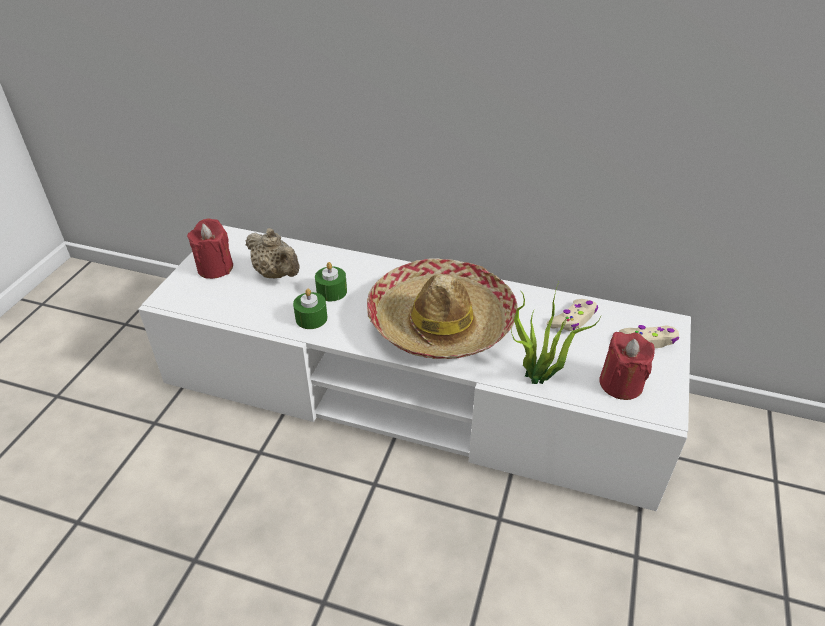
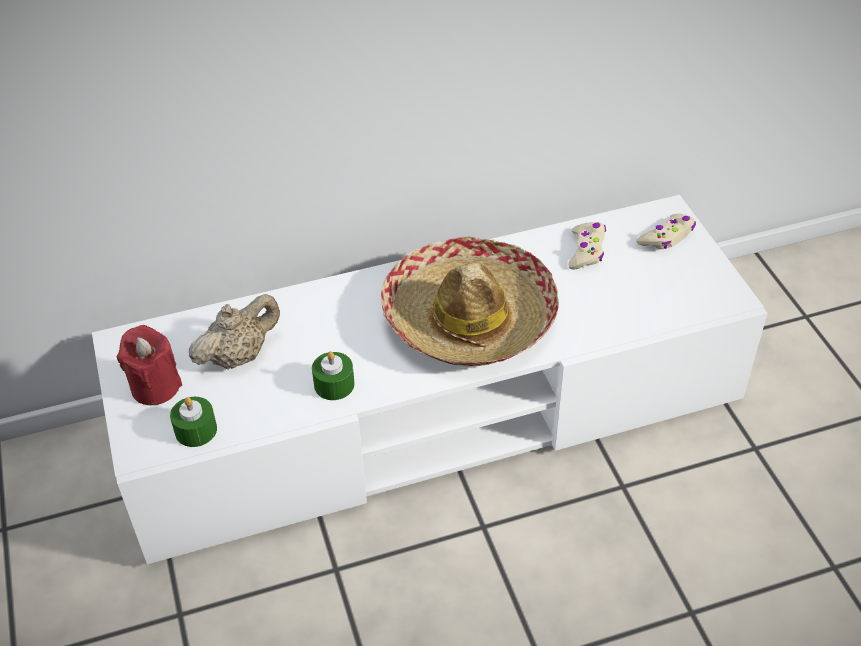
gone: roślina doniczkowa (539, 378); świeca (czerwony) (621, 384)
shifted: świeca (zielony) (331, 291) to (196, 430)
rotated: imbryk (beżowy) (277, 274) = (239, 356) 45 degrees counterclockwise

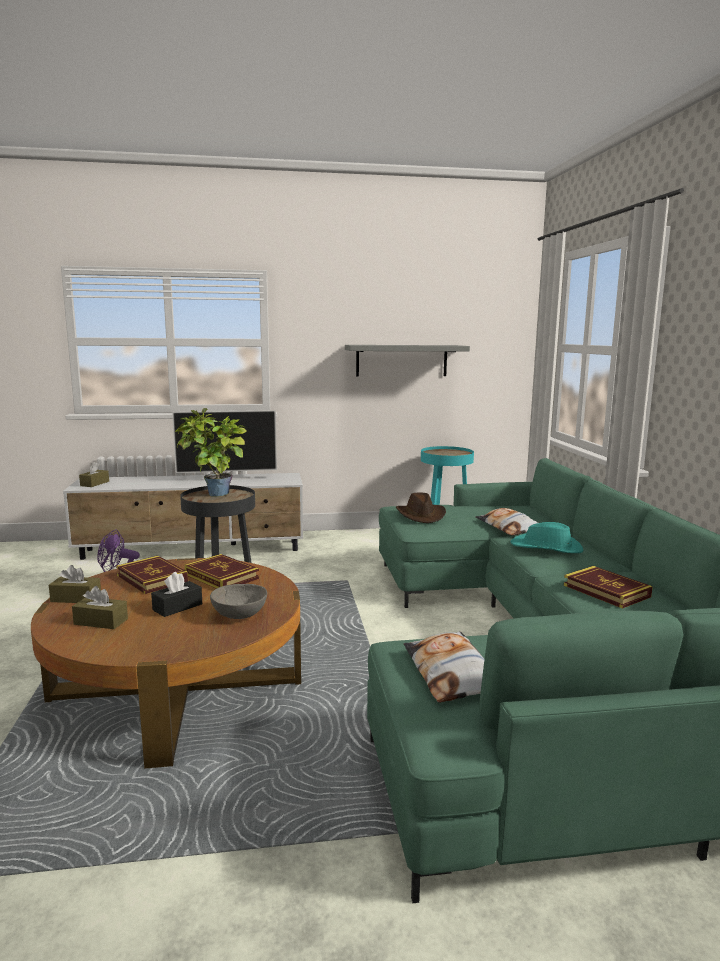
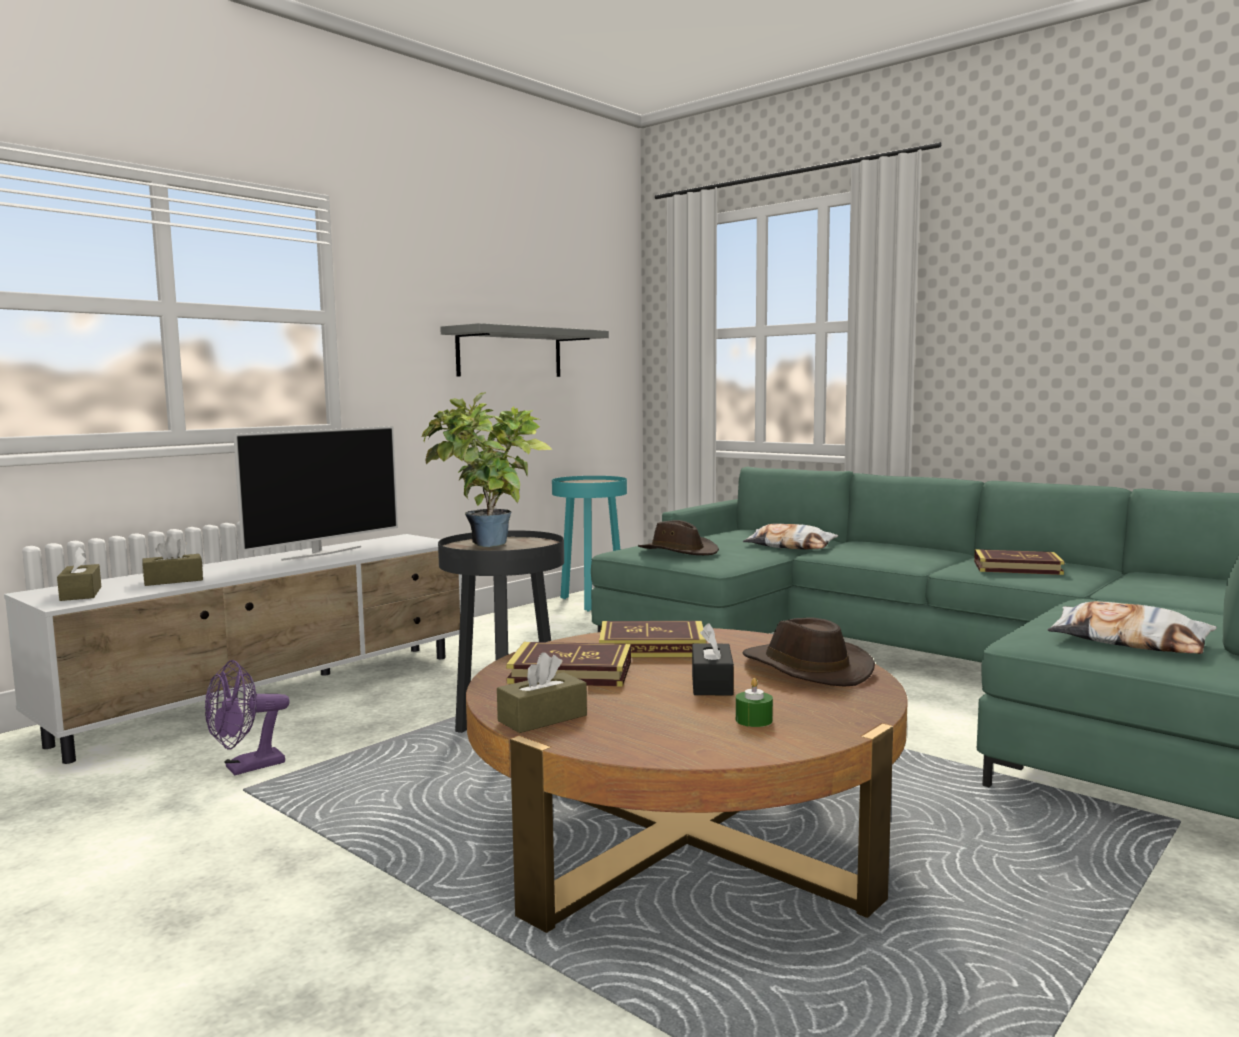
gone: kapelusz (turkusowy) (546, 547)
new: świeca (zielony) (753, 720)
shifted: pudełko chusteczek (brązowy) (101, 621) to (173, 580)
swapped: miska (szary) (238, 615) to kapelusz (brązowy) (804, 668)

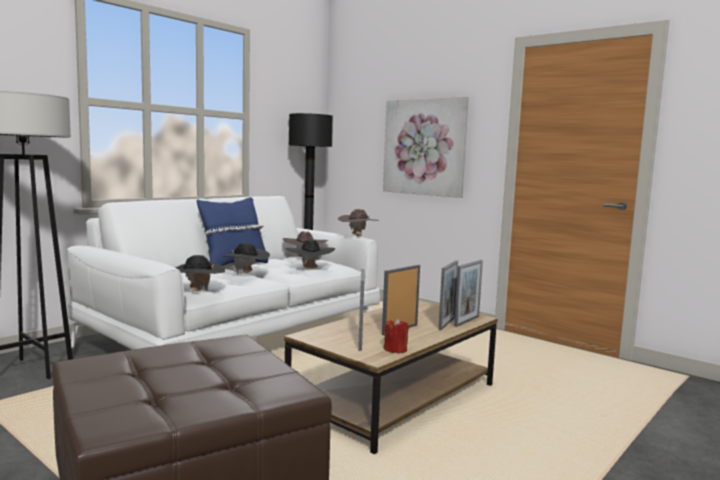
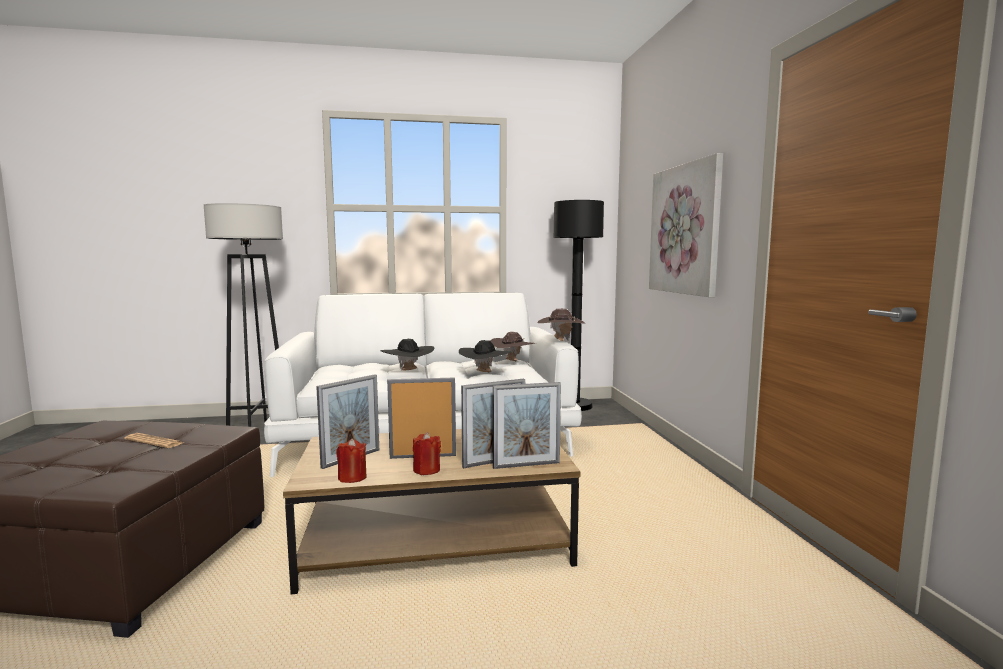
gone: kapelusz (czarny) (197, 291); poduszka (niebieski) (233, 265)
new: gazeta (154, 441); świeca (czerwony) (426, 470)

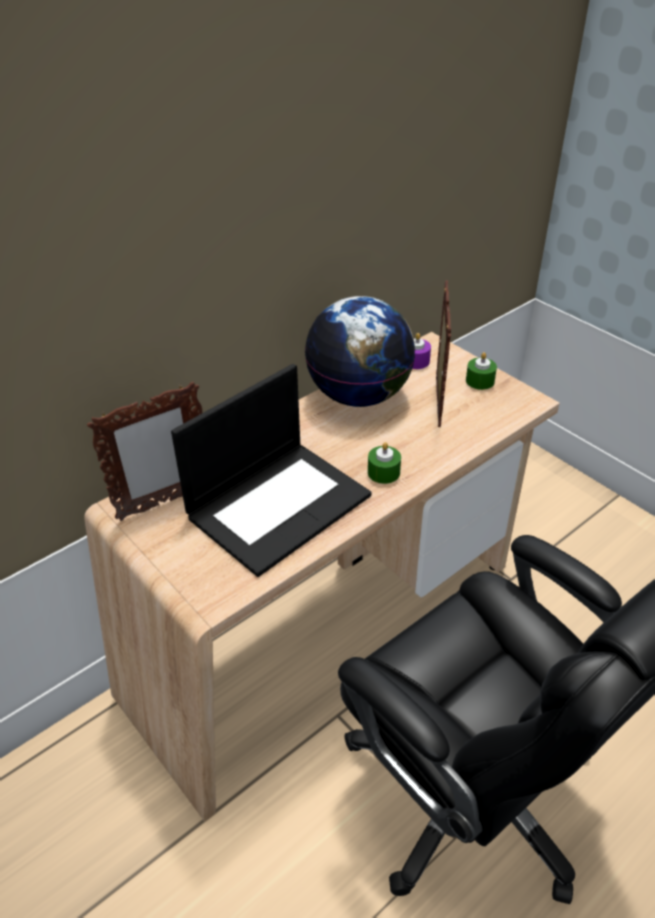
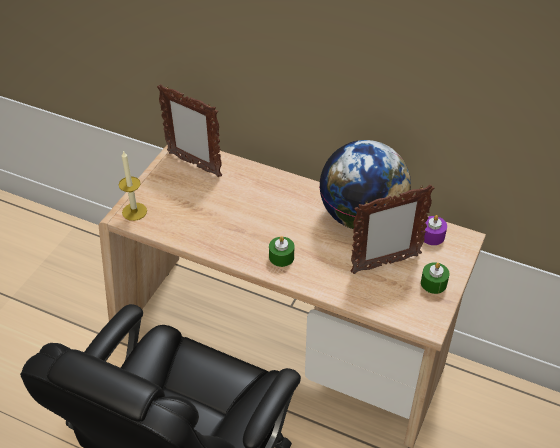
gone: laptop (279, 504)
new: świeca (134, 211)

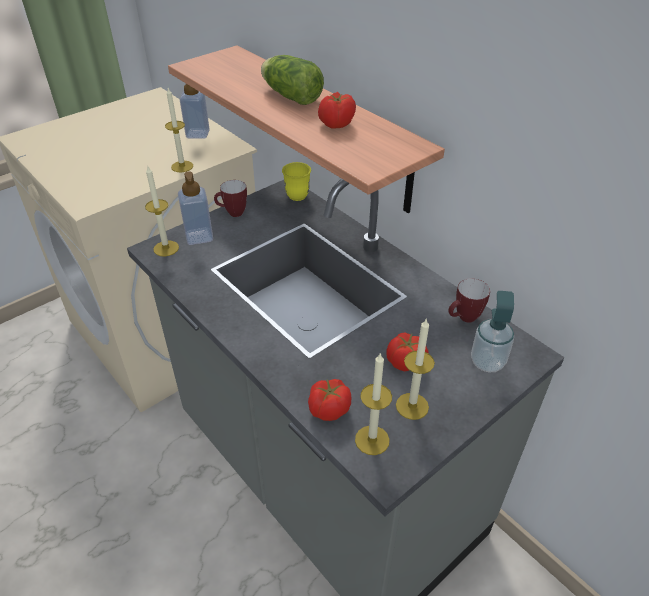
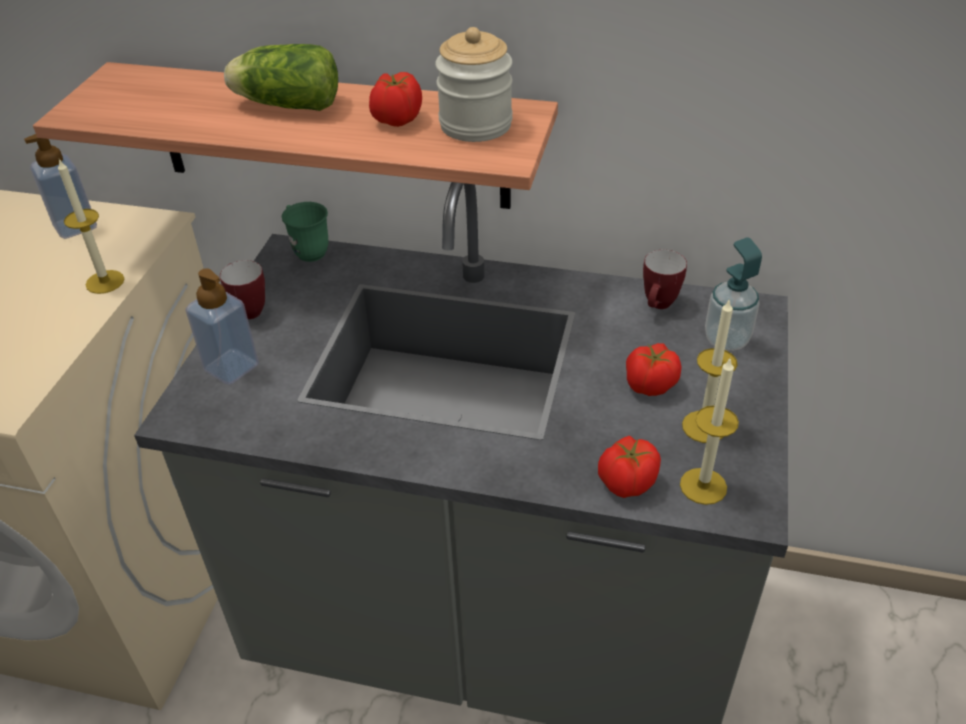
gone: świeca (166, 248)
new: słoik (475, 125)
repainted: kubek (żółty) (297, 193) to kubek (zielony) (307, 249)

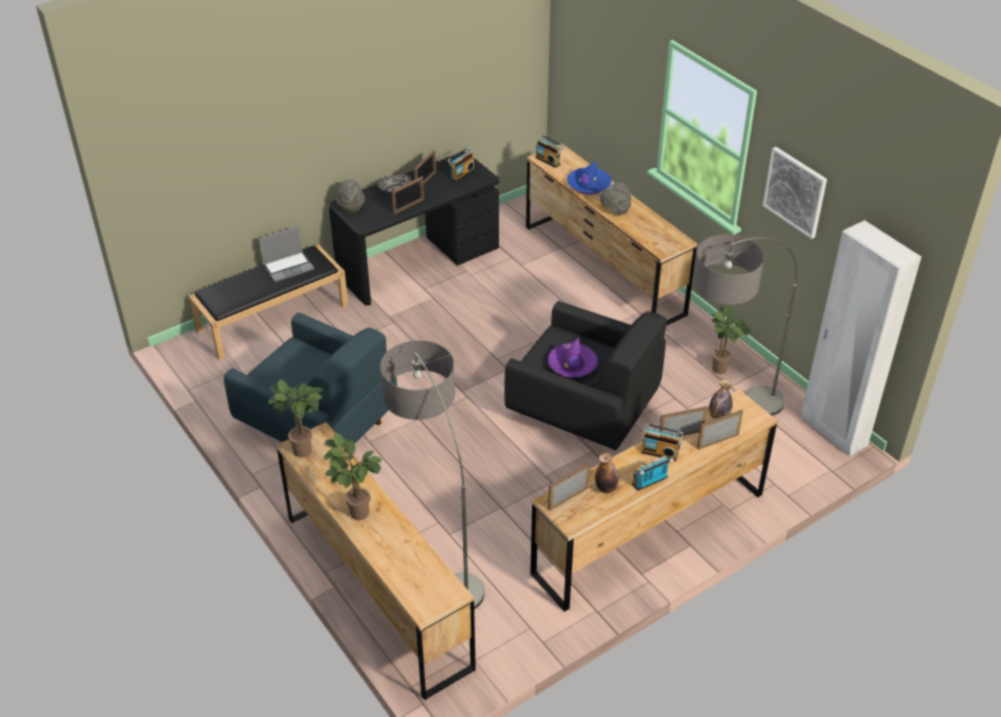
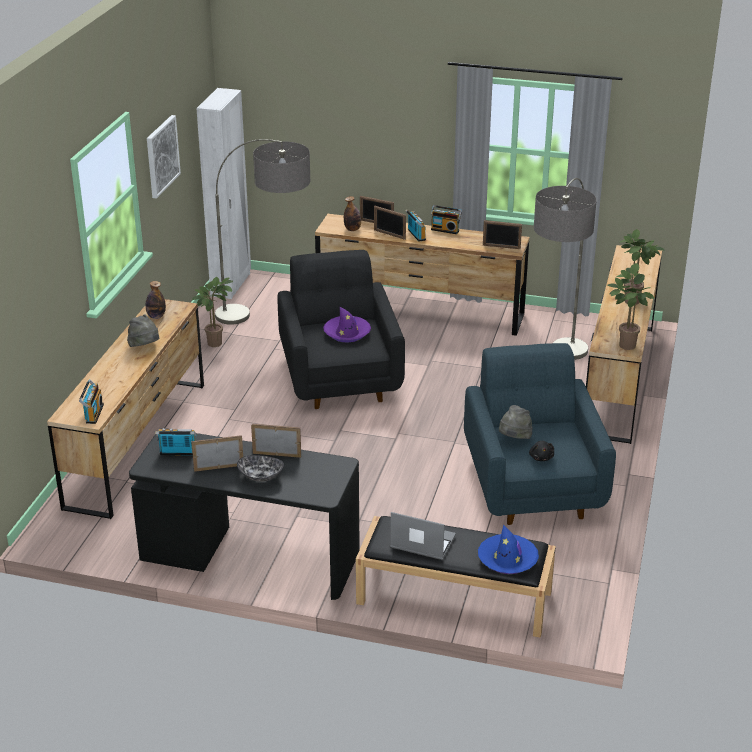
new: pluszak (czarny) (541, 457)
shifted: kapelusz (szary) (350, 206) to (514, 439); kapelusz (niebieski) (589, 185) to (507, 560); butelka (606, 488) to (156, 316)

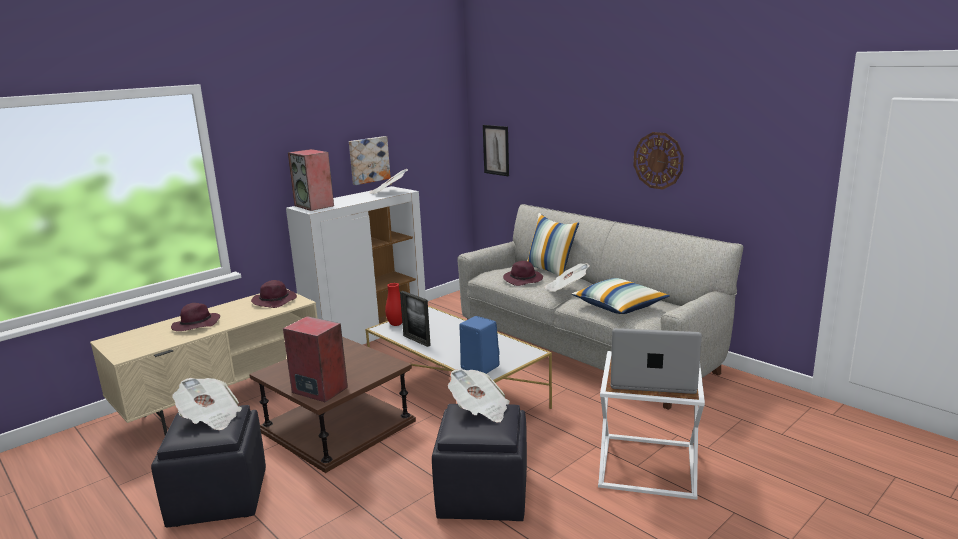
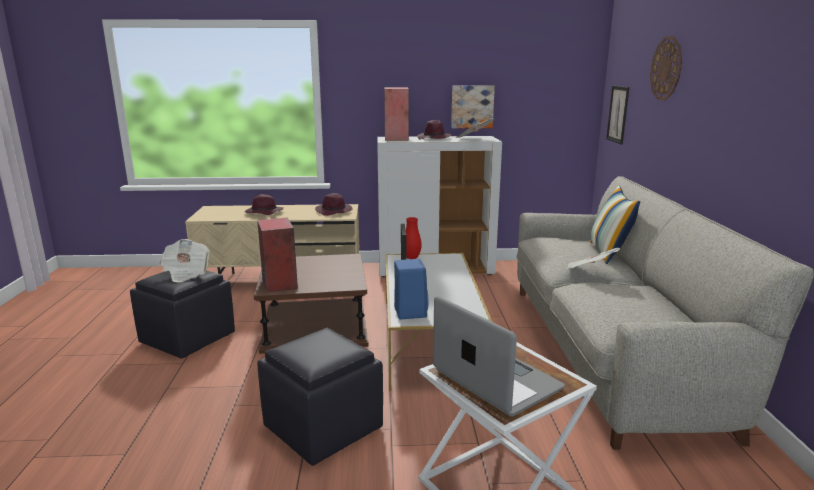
gone: gazeta (480, 409); poduszka (619, 306)
shifted: kapelusz (fioletowy) (523, 280) to (434, 138); zegar ścienny (658, 160) to (666, 68)

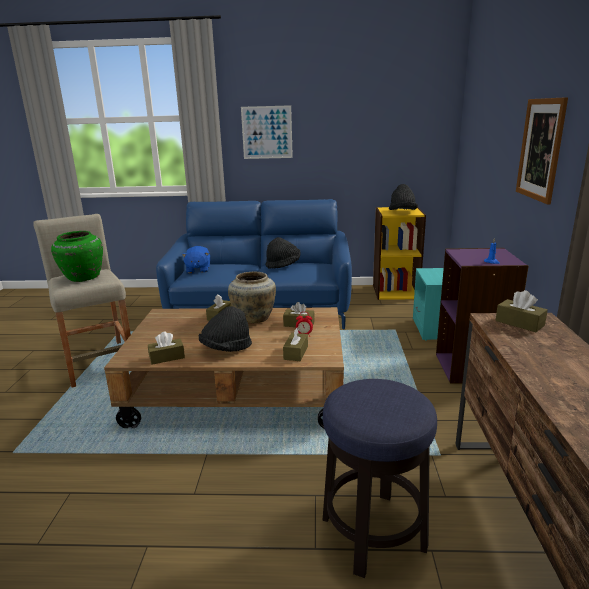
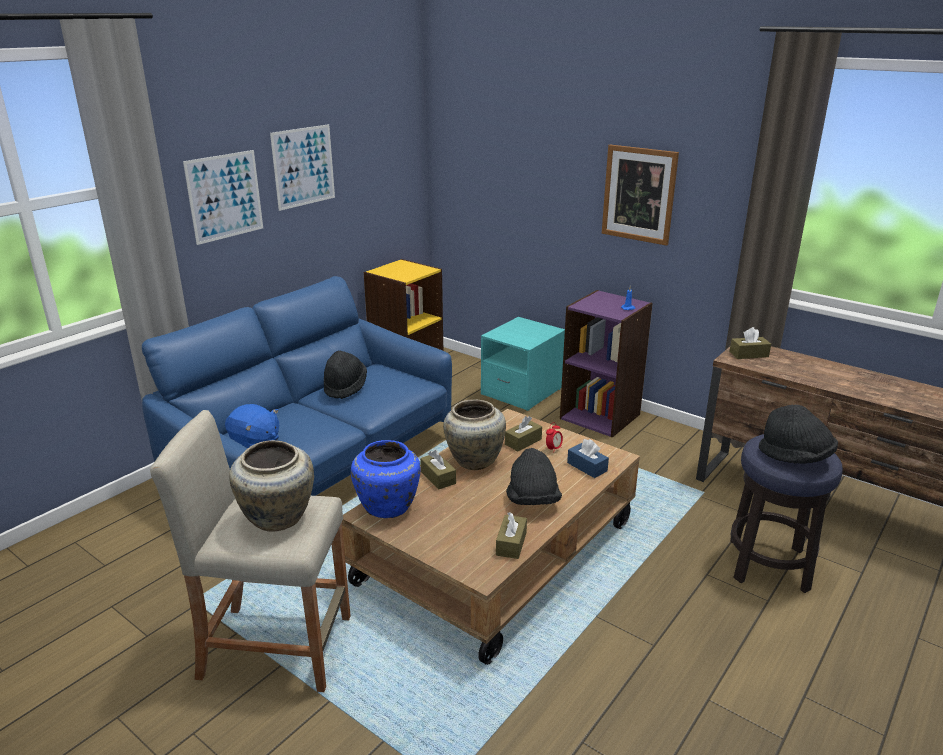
new: obraz (303, 166); wazon (niebieski) (388, 507)
shifted: kapelusz (czarny) (402, 212) to (795, 457)
repainted: wazon (zielony) (82, 278) to wazon (beżowy) (277, 519); pudełko chusteczek (brązowy) (296, 353) to pudełko chusteczek (niebieski) (587, 467)

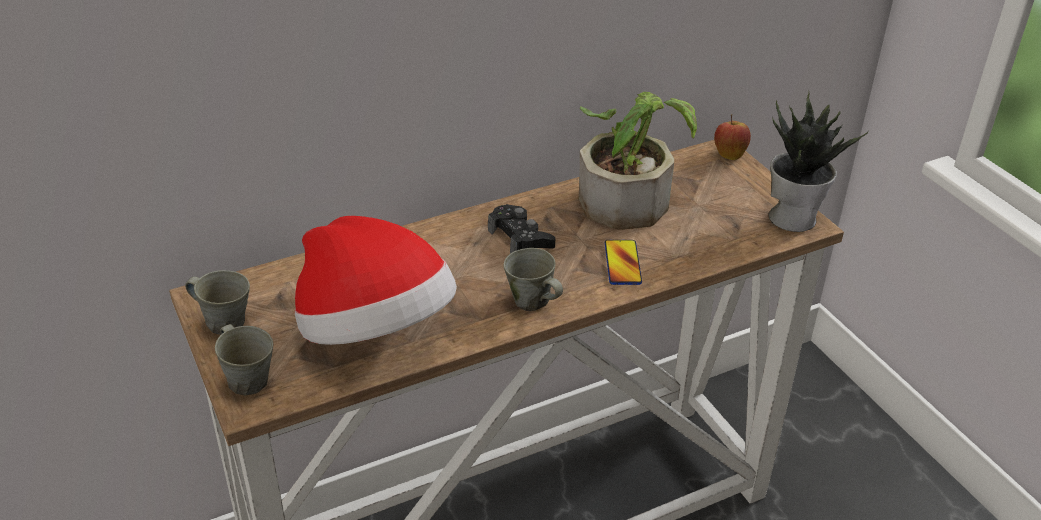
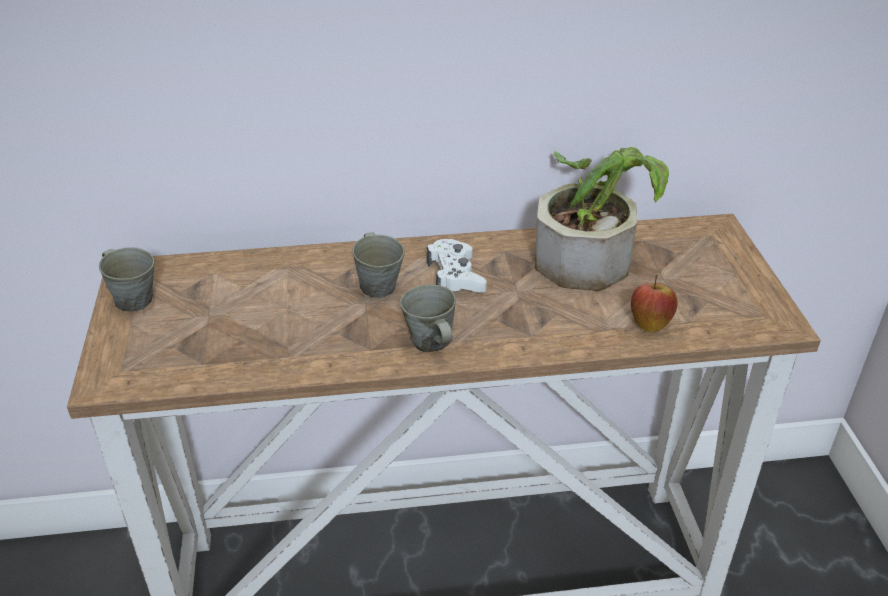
gone: kapelusz (374, 331); telefon (622, 263); roślina doniczkowa (793, 216)
shifted: kubek (szary) (248, 379) to (378, 285); jabłko (729, 154) to (650, 323)
repainted: pad do gier (czarny) (520, 238) to pad do gier (biały) (455, 276)

